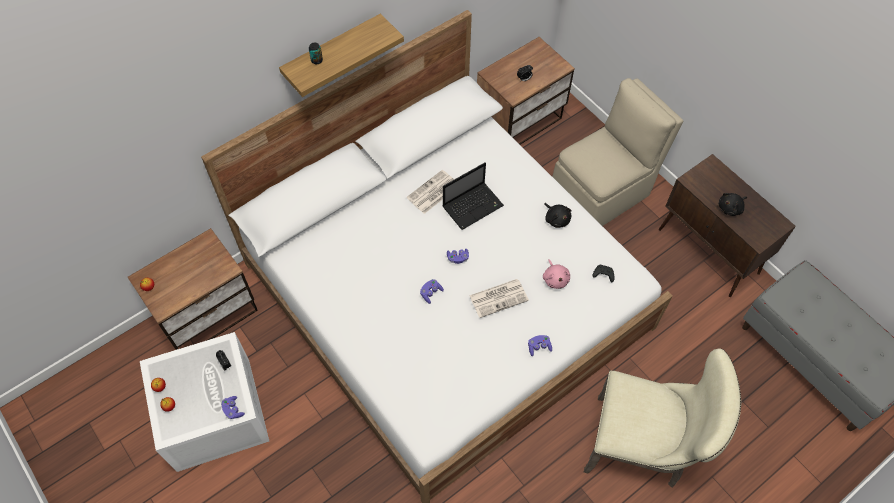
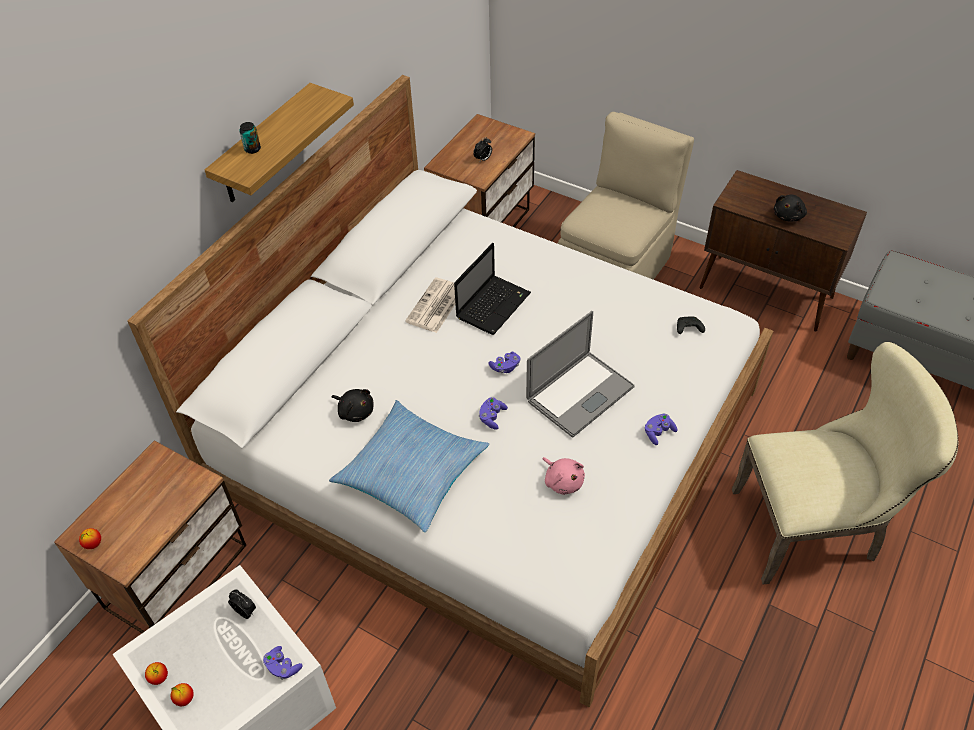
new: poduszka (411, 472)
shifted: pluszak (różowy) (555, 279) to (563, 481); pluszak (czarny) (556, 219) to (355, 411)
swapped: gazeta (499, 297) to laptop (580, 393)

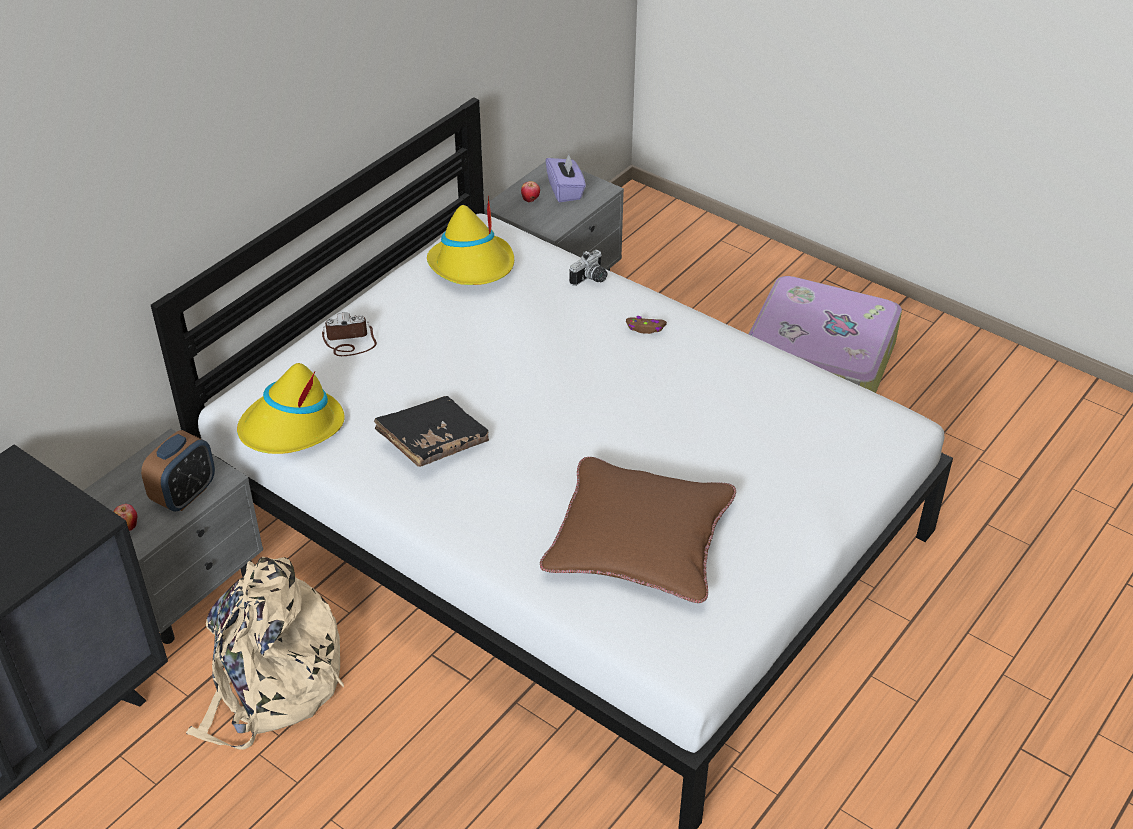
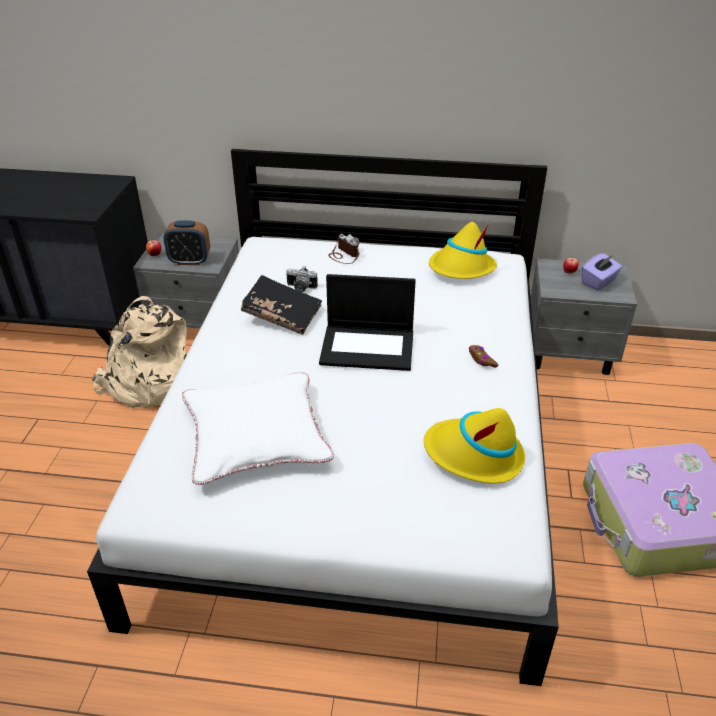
new: laptop (368, 347)
shifted: kapelusz (żółty) (291, 428) to (474, 455); aparat fotograficzny (591, 279) to (300, 288)
repainted: poduszka (brązowy) (639, 540) to poduszka (biały) (256, 436)

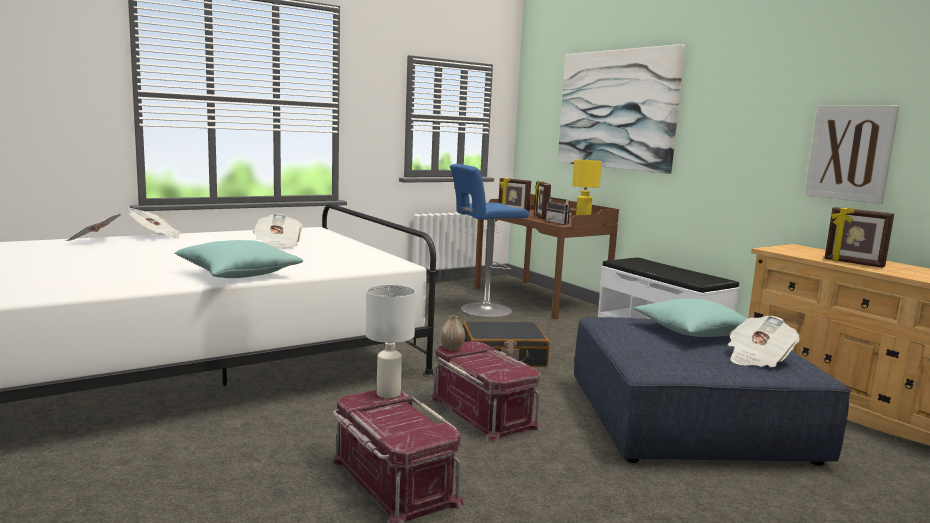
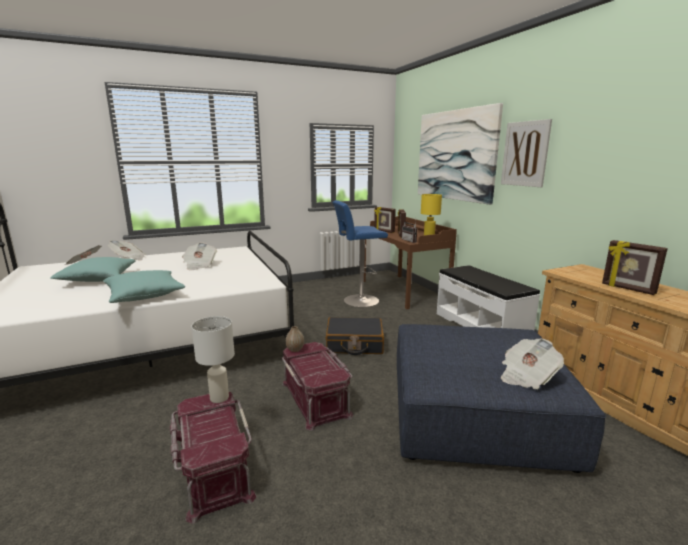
shifted: poduszka (turkusowy) (693, 333) to (98, 279); obraz (850, 153) to (525, 154)

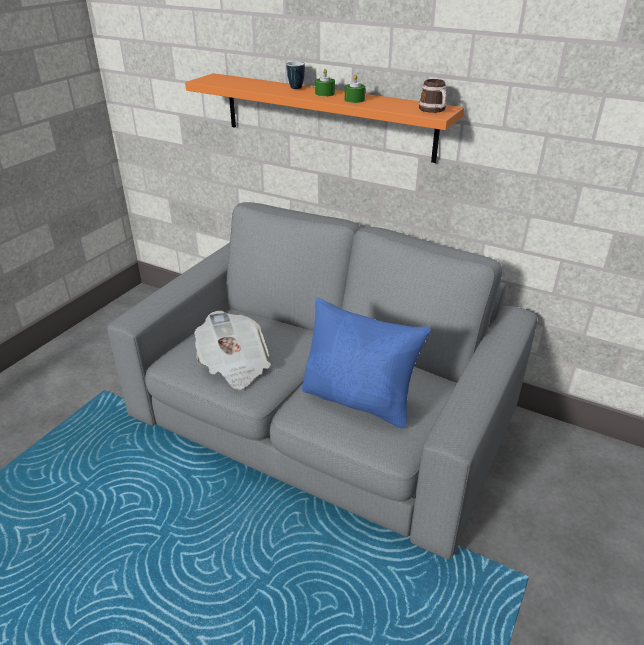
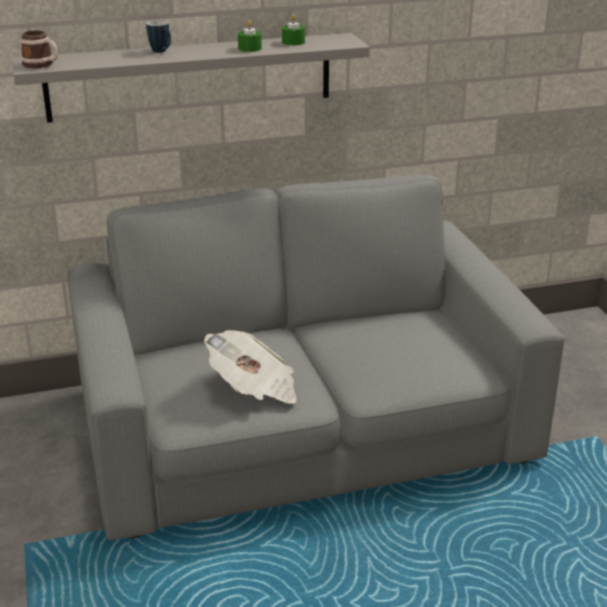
gone: poduszka (niebieski) (359, 400)
shifted: świeca (zielony) (325, 94) to (293, 42); kubek (434, 110) to (42, 65)
repainted: półka (pomarańczowy) (326, 116) to półka (szary) (190, 77)

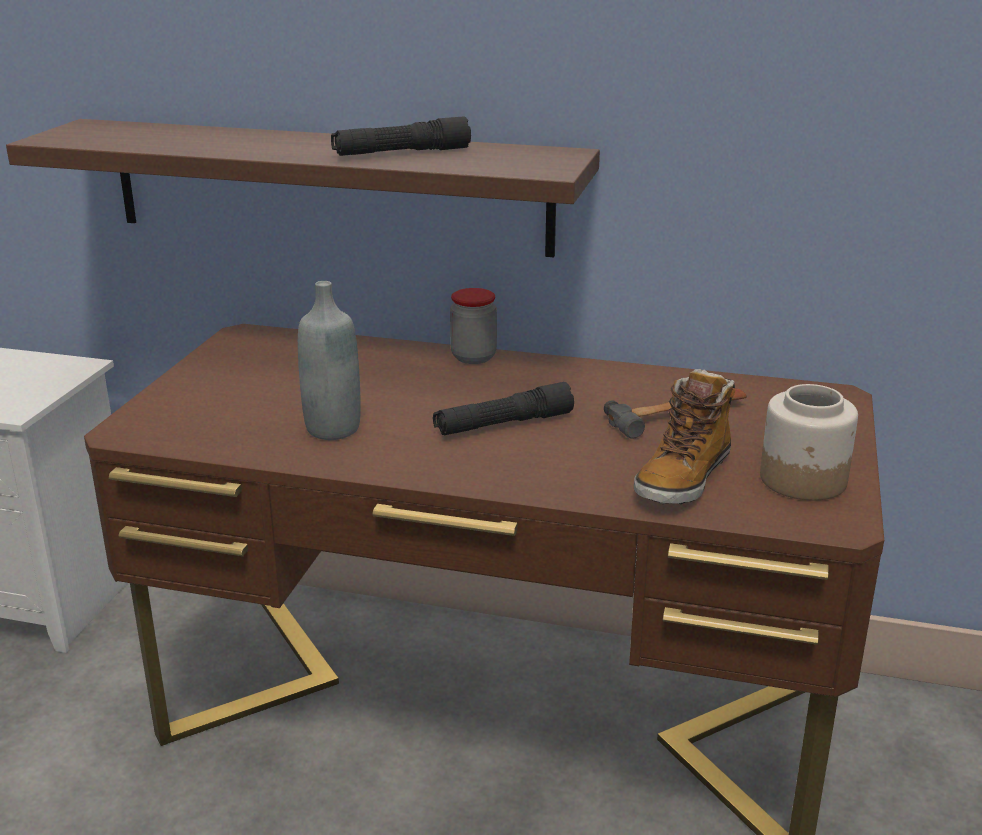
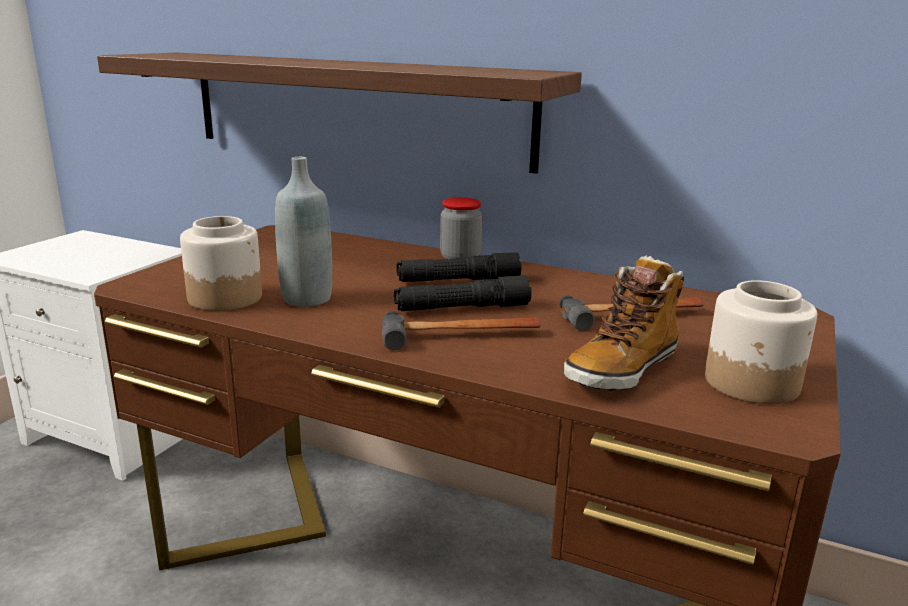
new: słoik (225, 298); młotek (461, 336)
shifted: latarka (czarny) (401, 153) to (458, 281)

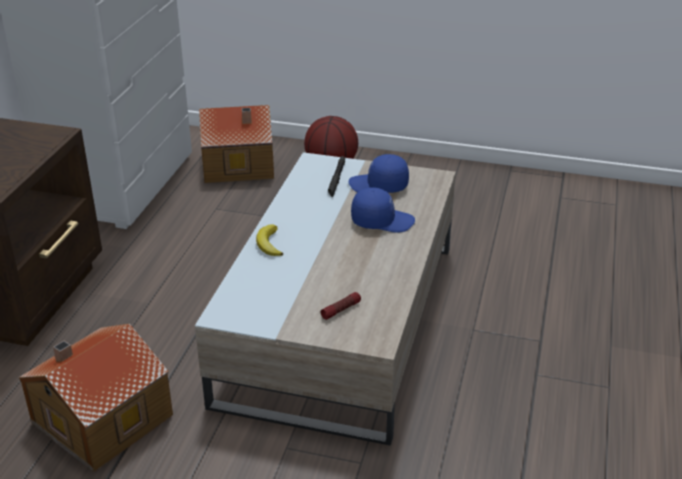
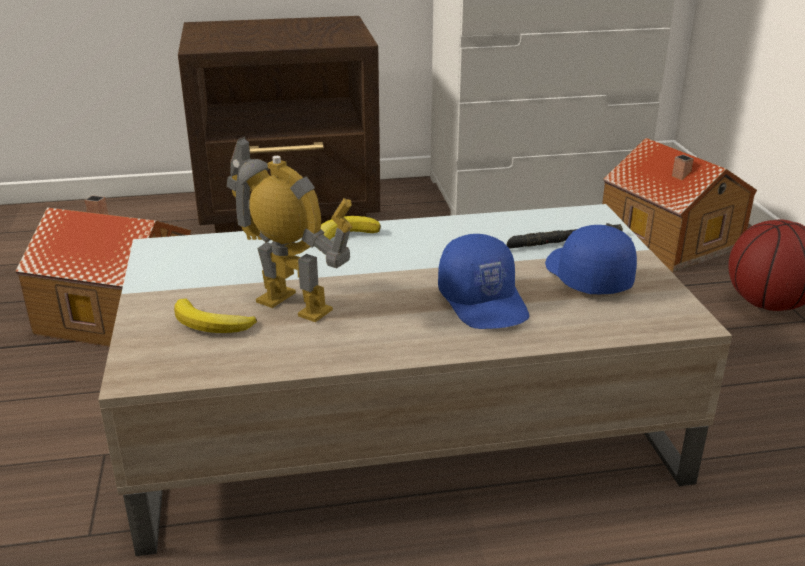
new: robot zabawkowy (294, 305)
swapped: latarka (341, 310) to banan (211, 324)

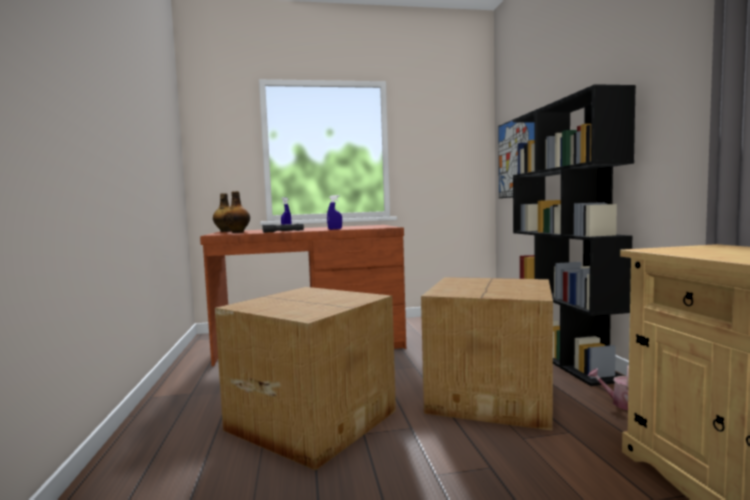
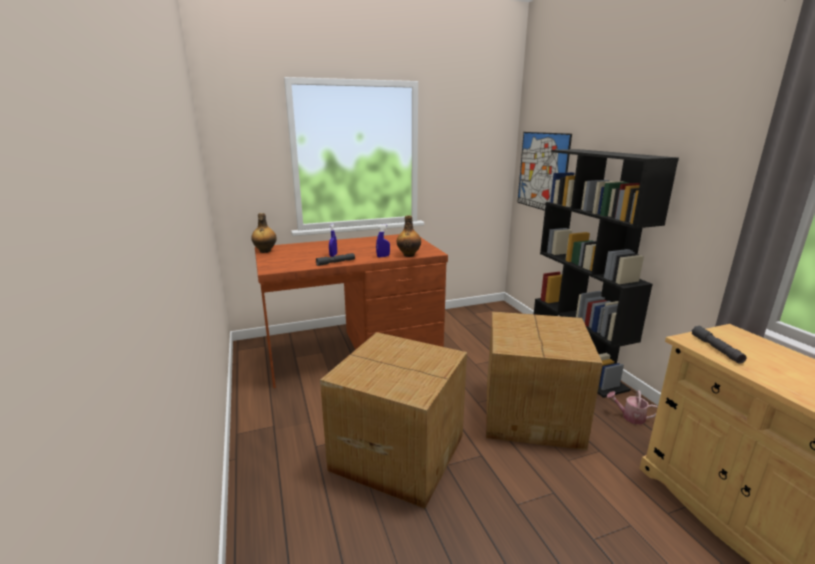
new: latarka (szary) (716, 349)
shifted: butelka (238, 232) to (409, 255)

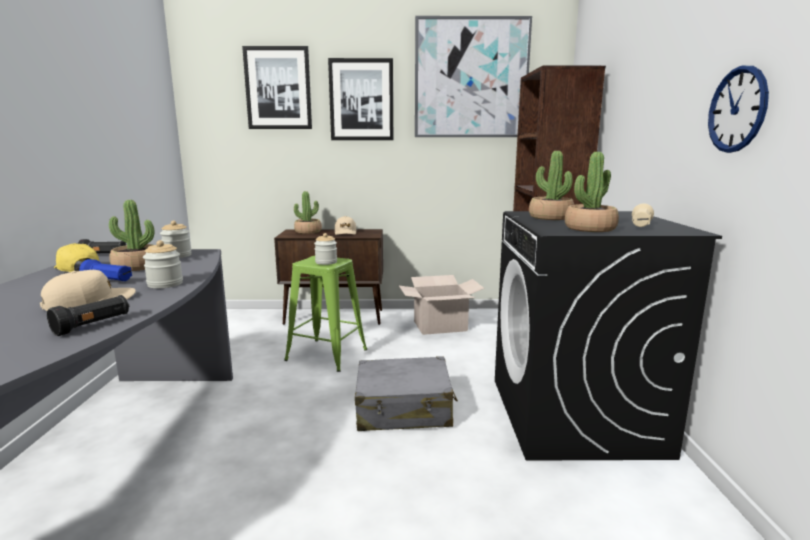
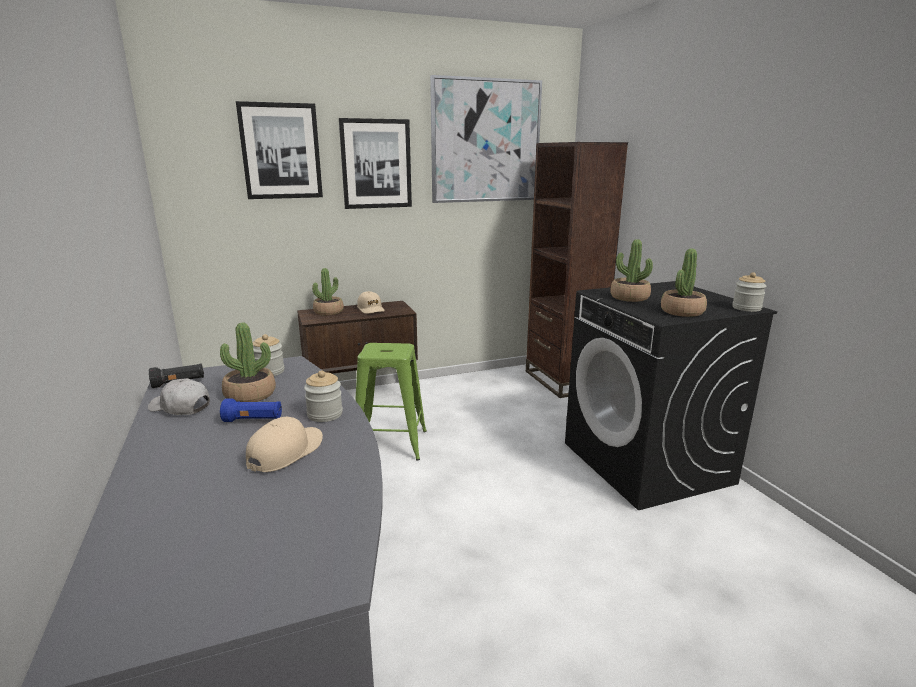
gone: latarka (czarny) (93, 325); walizka (szary) (404, 409); karton (440, 326); latarka (beżowy) (640, 226); zegar ścienny (737, 110)
shifted: słoik (326, 262) to (746, 308)
repainted: czapka z daszkiem (żółty) (77, 268) to czapka z daszkiem (biały) (180, 407)

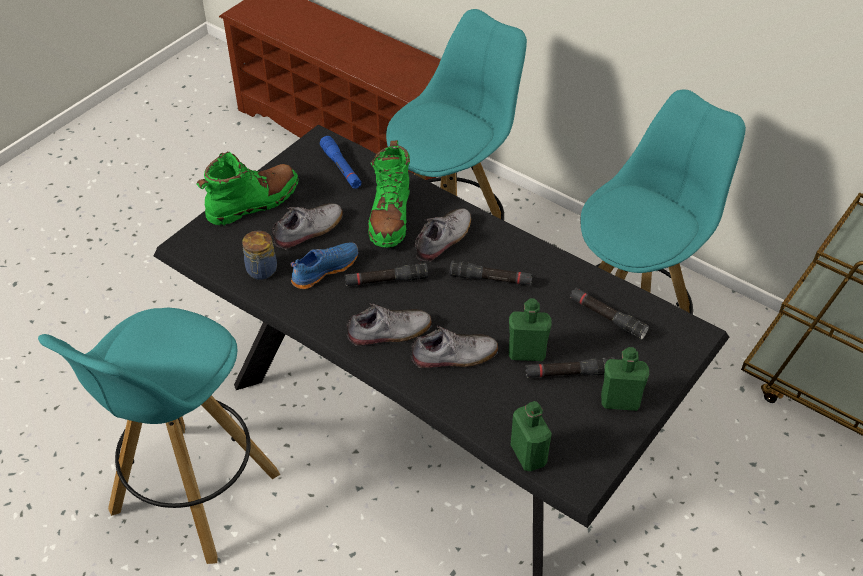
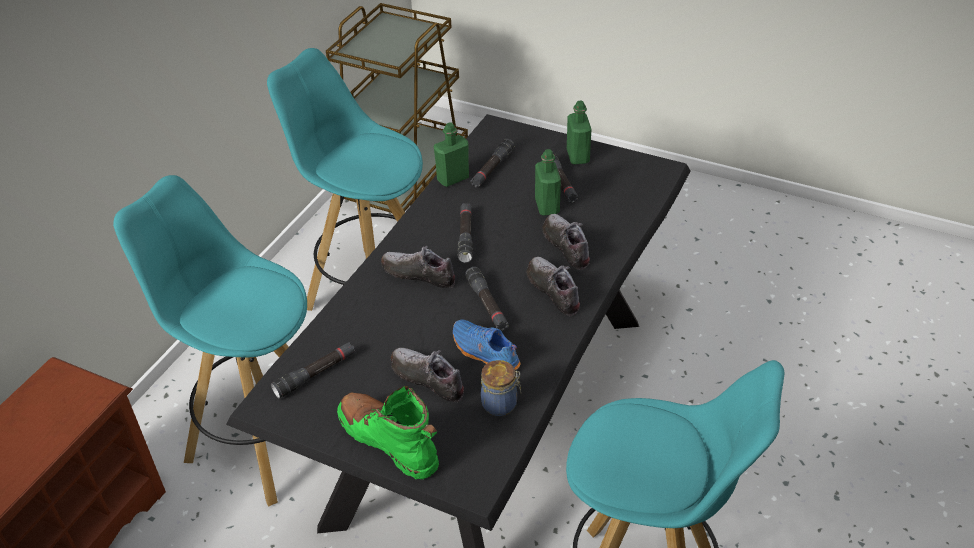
gone: but z cholewką (zielony) (390, 216)
shifted: butelka (zielony) (528, 455) to (453, 179)
repainted: latarka (niebieski) (341, 168) to latarka (czarny) (315, 374)

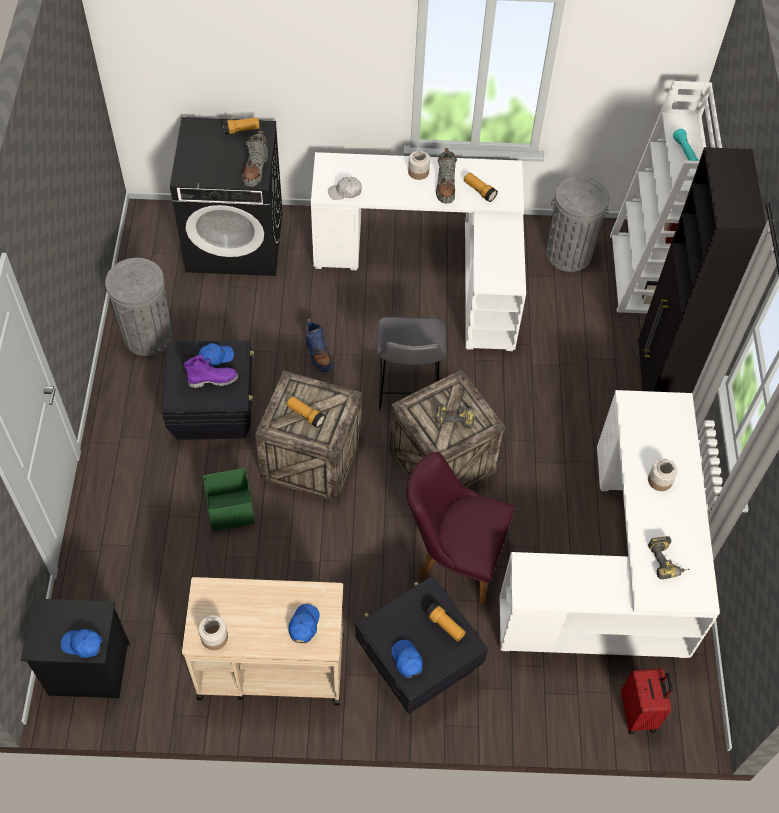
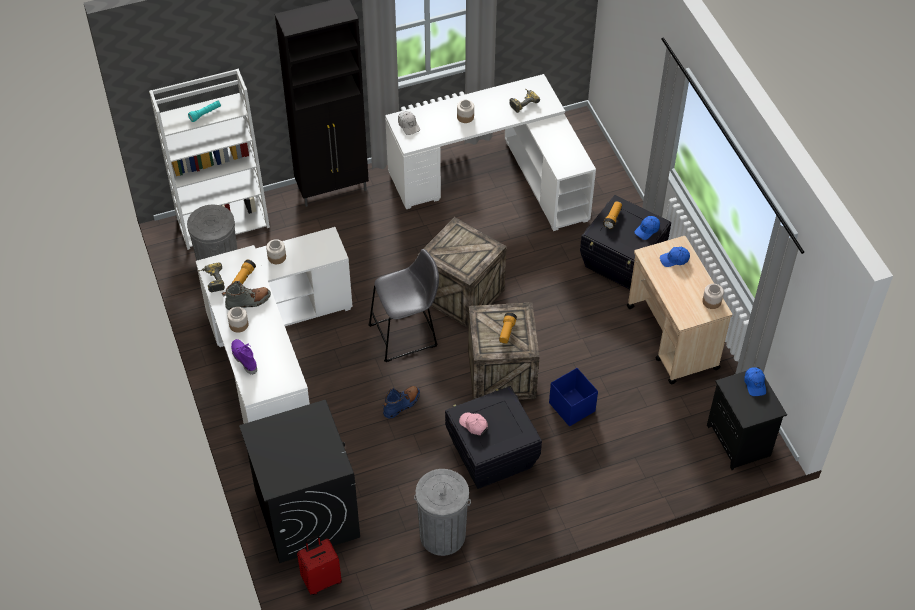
gone: latarka (241, 130); but z cholewką (szary) (255, 170); krzesło (fioletowy) (453, 557)
new: słoik (276, 257)
shifted: but z cholewką (fioletowy) (213, 379) to (243, 359); czapka z daszkiem (biały) (345, 192) to (408, 125); wiertarka (455, 416) to (211, 280); walizka (czerwony) (639, 713) to (321, 580)
repainted: czapka z daszkiem (niebieski) (215, 357) to czapka z daszkiem (różowy) (473, 425); pojemnik do przechowywania (zielony) (231, 510) to pojemnik do przechowywania (niebieski) (571, 406)

